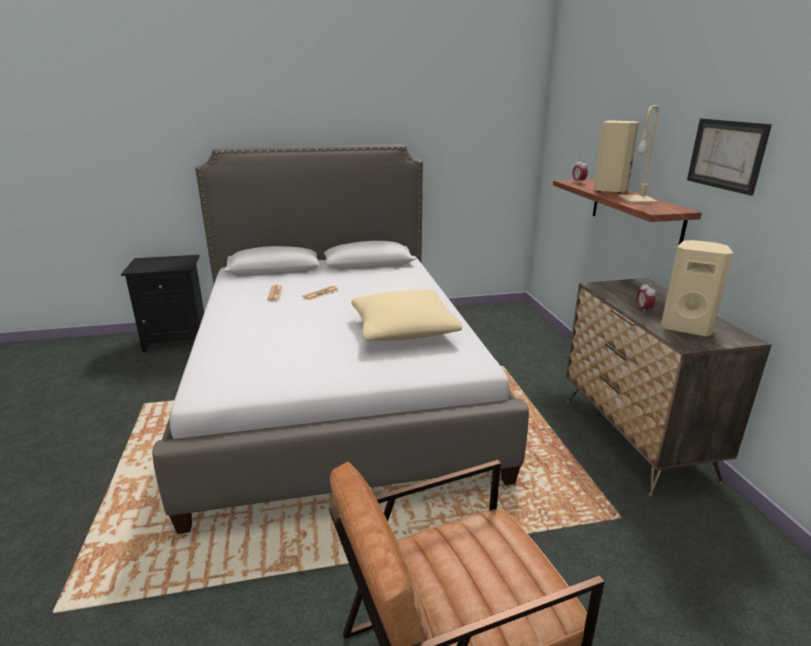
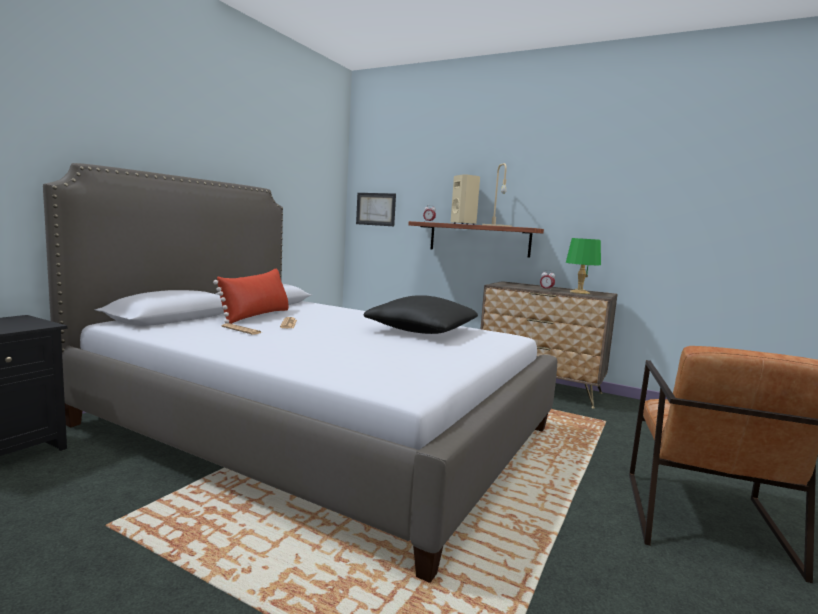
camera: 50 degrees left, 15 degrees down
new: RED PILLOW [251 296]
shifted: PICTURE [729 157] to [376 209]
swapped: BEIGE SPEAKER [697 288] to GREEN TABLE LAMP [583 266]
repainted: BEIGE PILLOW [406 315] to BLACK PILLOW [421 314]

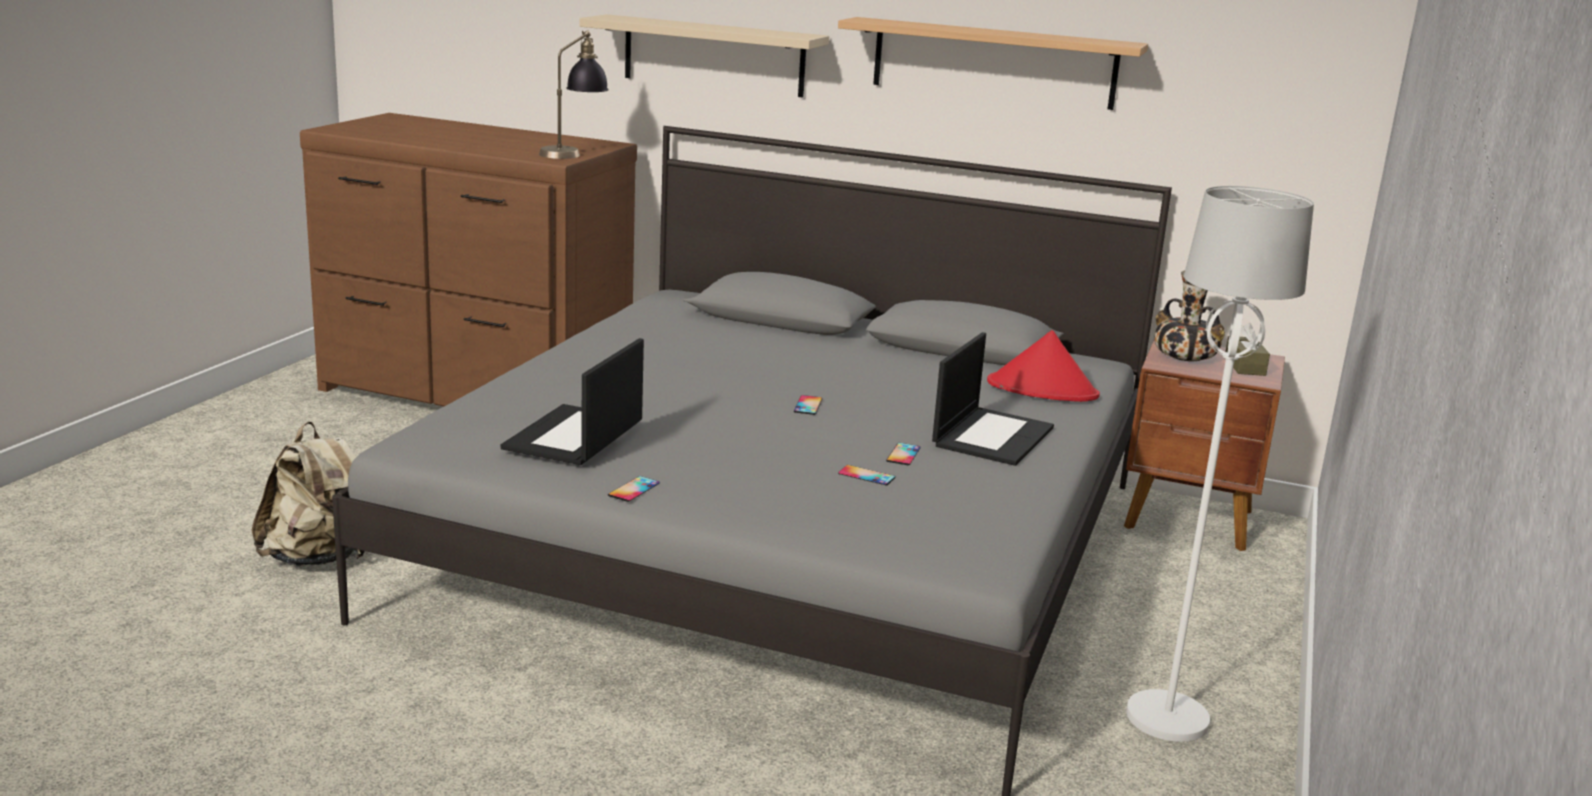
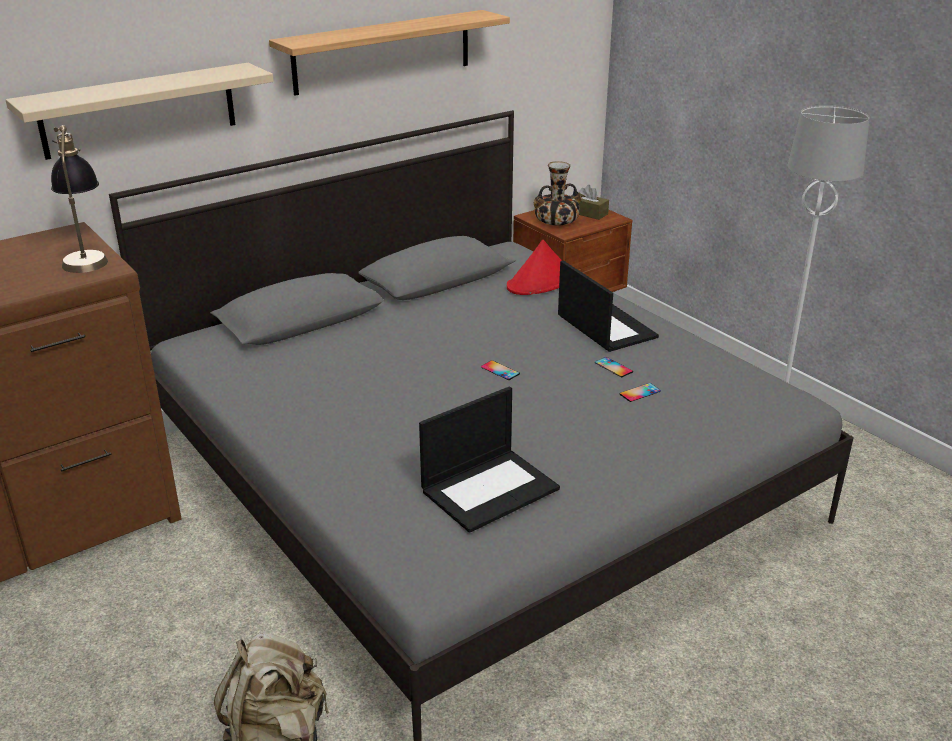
camera: 55 degrees left, 10 degrees up
gone: PHONE [634 489]
rotated: LAPTOP [572 401] = [489 460] 90 degrees counterclockwise

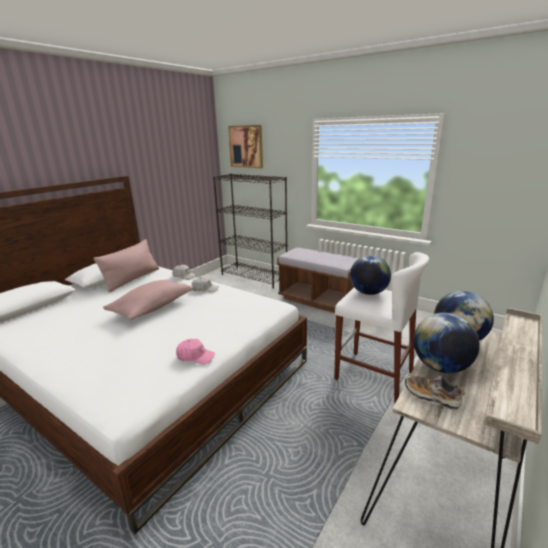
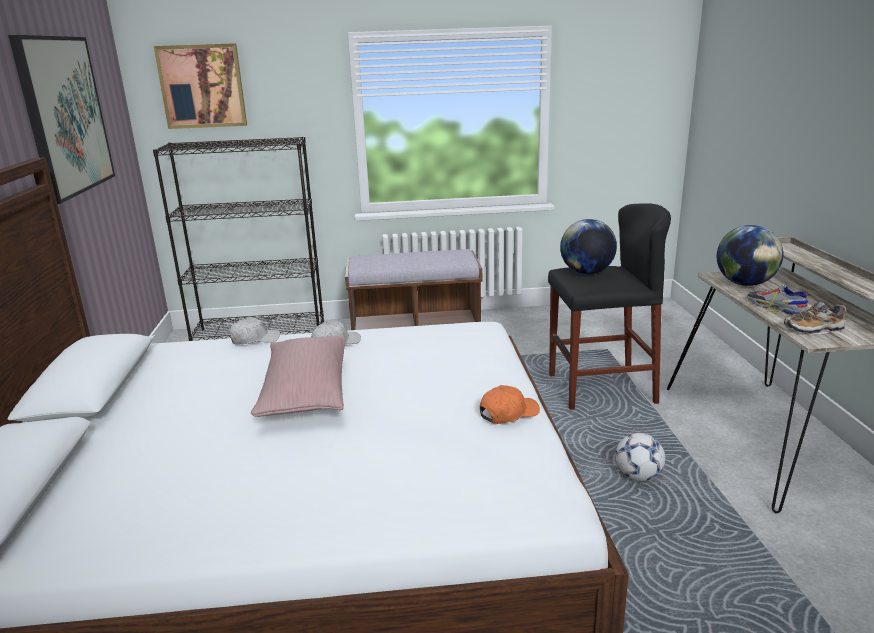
camera: 40 degrees left, 0 degrees up
gone: PINK PILLOW [126 265]
new: PICTURE [61 119]; FOOTBALL [640 457]
swapped: GLOBE [447 343] to SHOE [778 299]
repainted: WHITE STOOL [381 327] to BLACK STOOL [609 306]; PINK CAP [195 351] to ORANGE CAP [510 404]

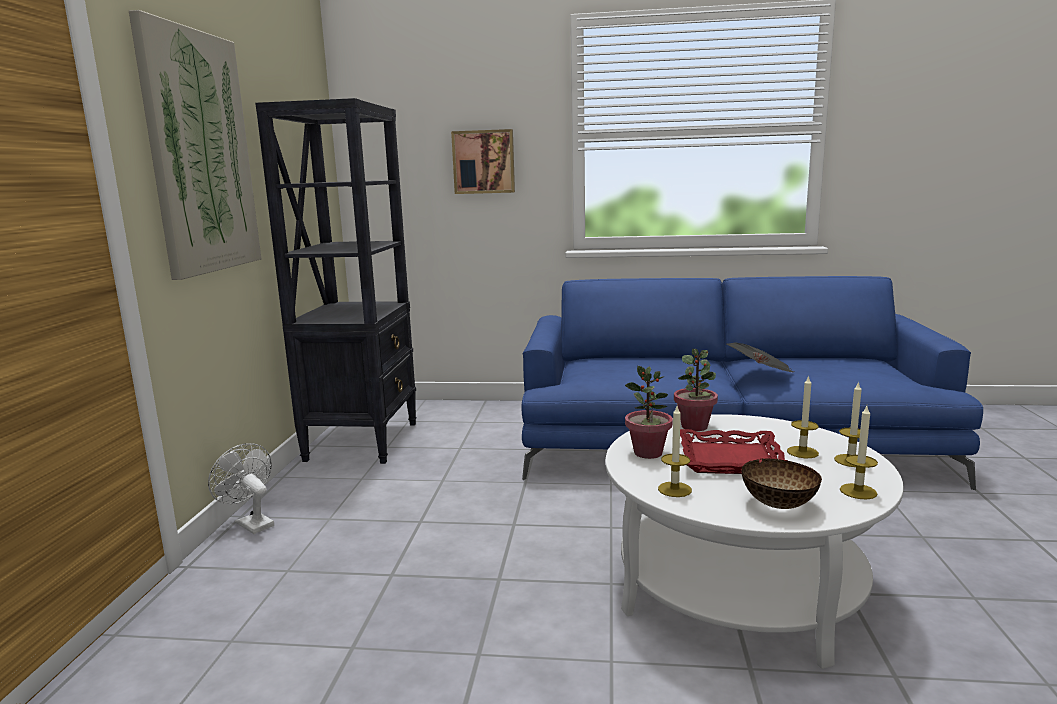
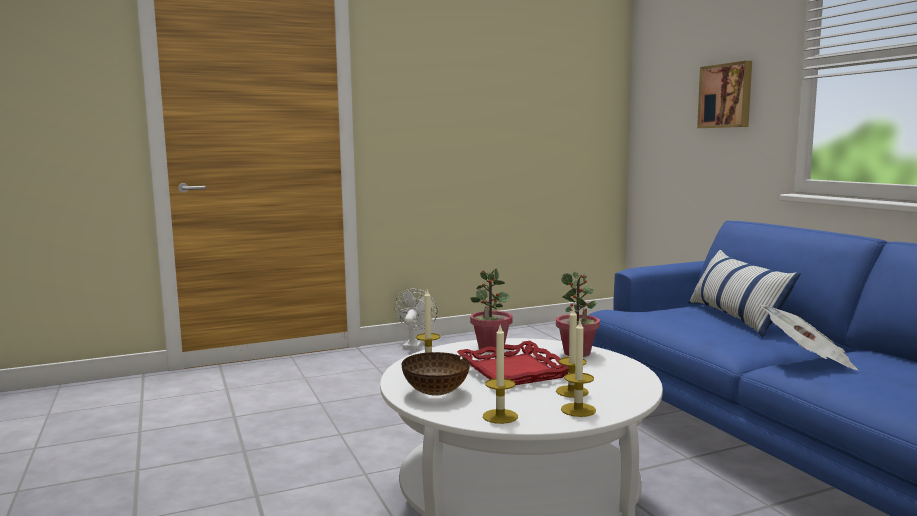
camera: 60 degrees right, 5 degrees down
gone: PICTURE [194 145]; BLACK BOOKCASE [336 281]
new: PILLOW [744 293]

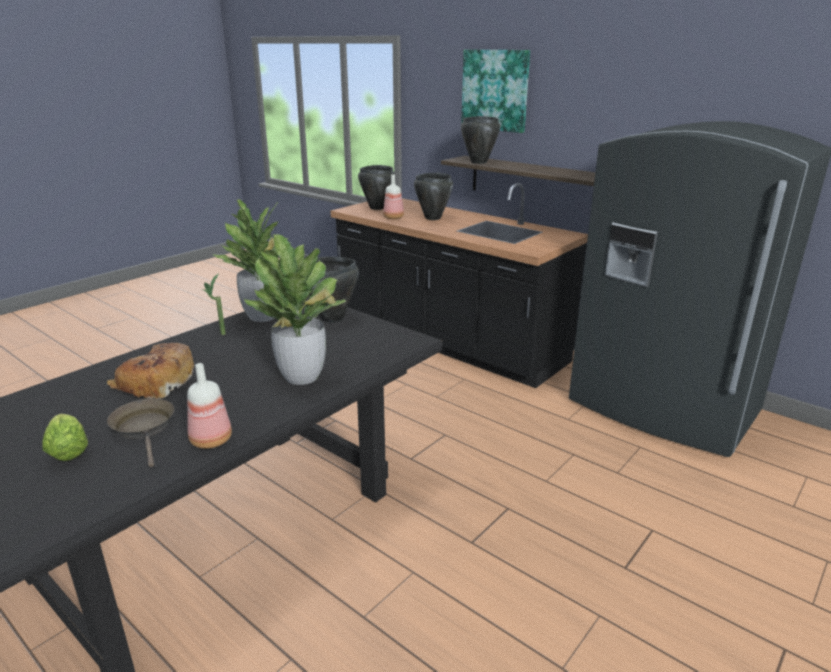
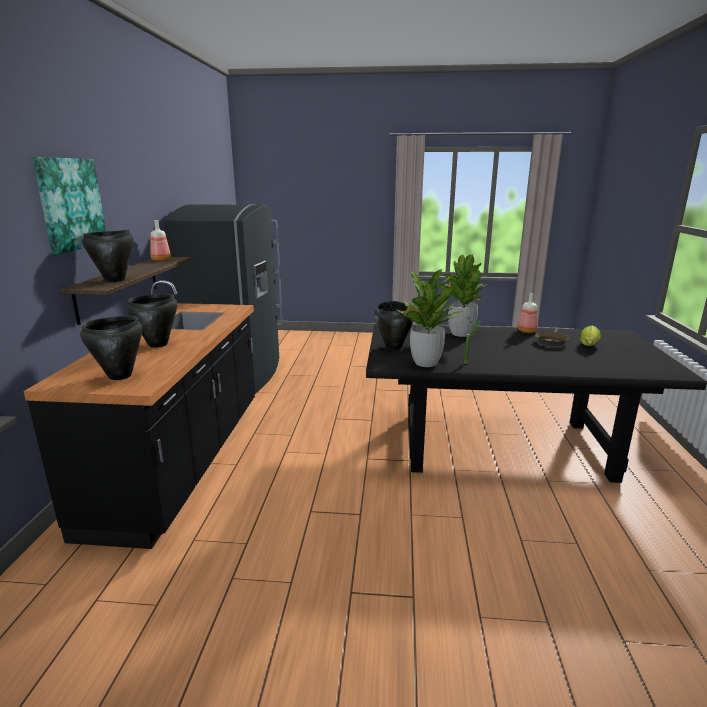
camera: 125 degrees left, 5 degrees down
gone: BREAD [150 371]
shifted: BOTTLE [393 196] to [160 240]

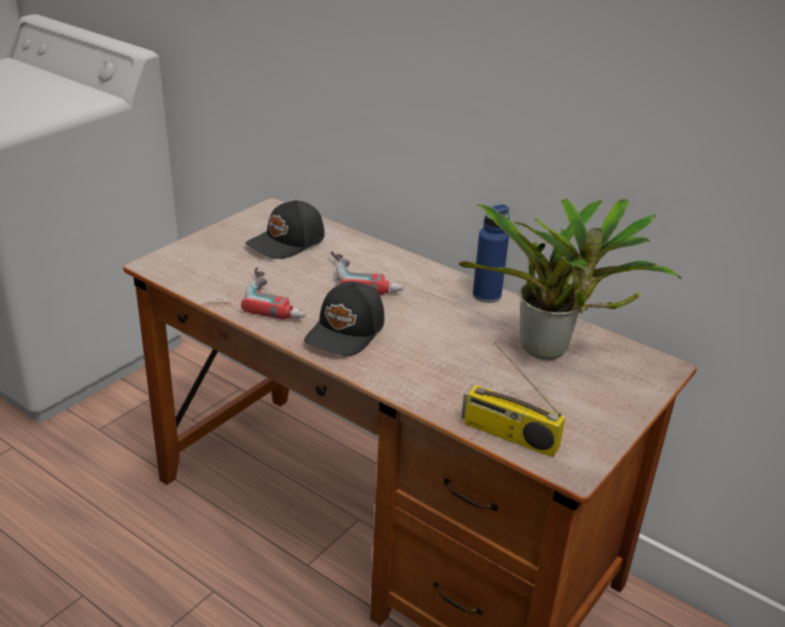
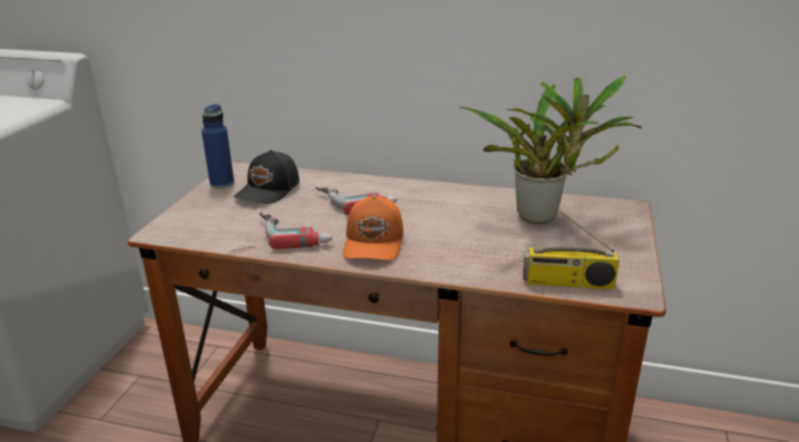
camera: 20 degrees left, 5 degrees down
shifted: BLUE BOTTLE [491 253] to [218 146]
repainted: BLACK CAP [344 318] to ORANGE CAP [373 228]

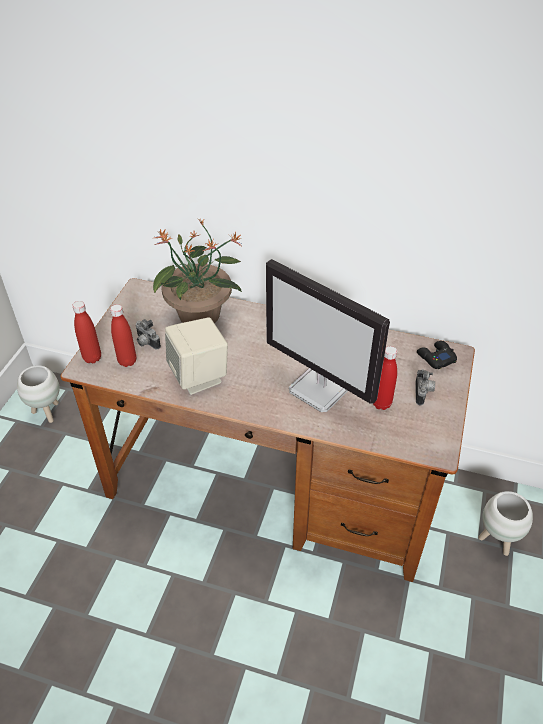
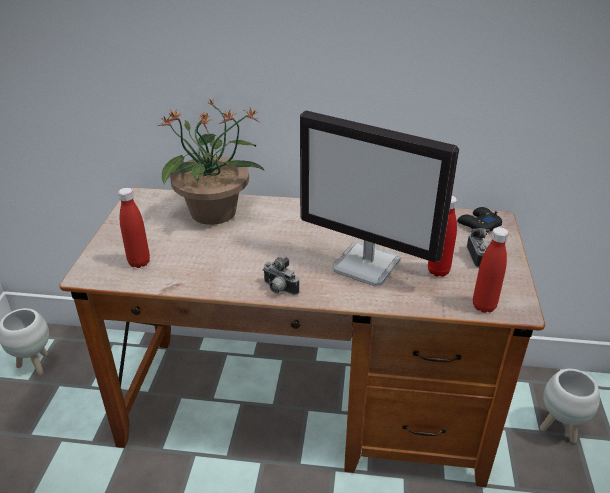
camera: 10 degrees left, 10 degrees down
gone: BEIGE SPEAKER [196 356]
shifted: RED BOTTLE [86 332] to [491 270]; PHOTO CAMERA [148 334] to [281 276]

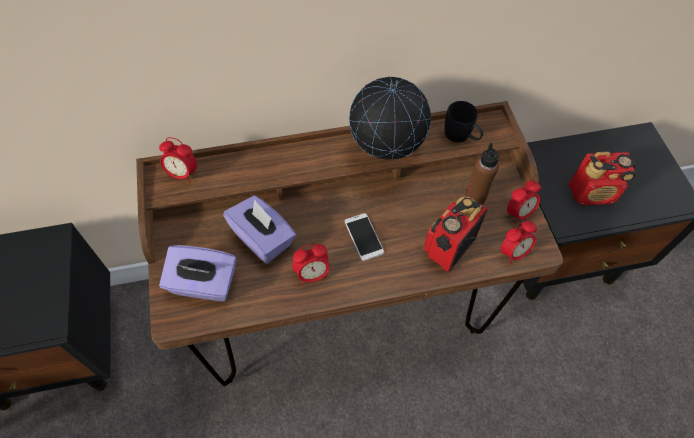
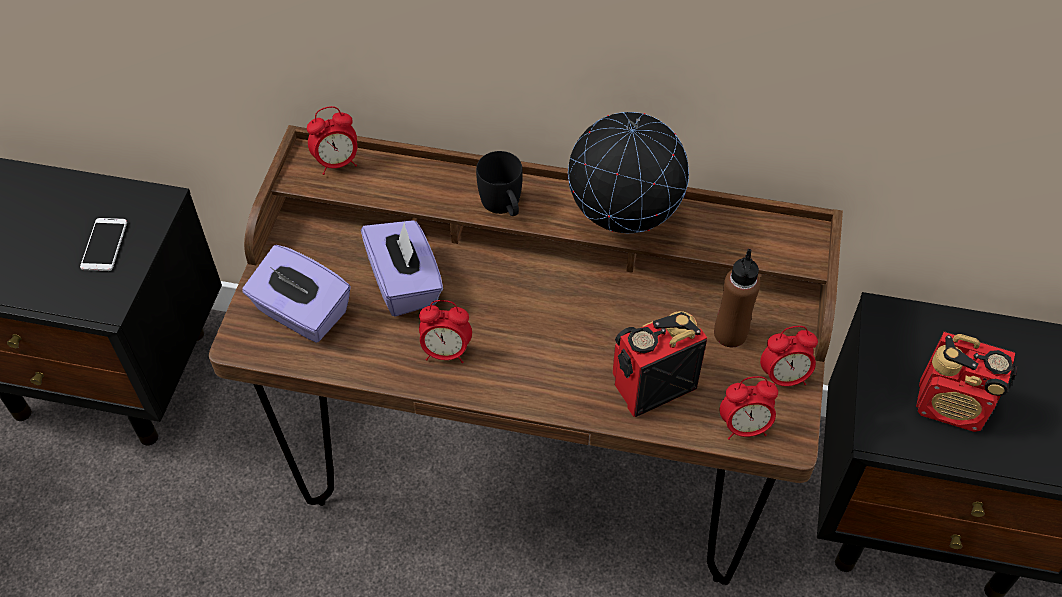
camera: 25 degrees right, 5 degrees down
shifted: BLACK MUG [464 122] to [499 183]; PHONE [364 237] to [103 244]
rotated: ALARM CLOCK [178 160] = [332 140] 60 degrees counterclockwise

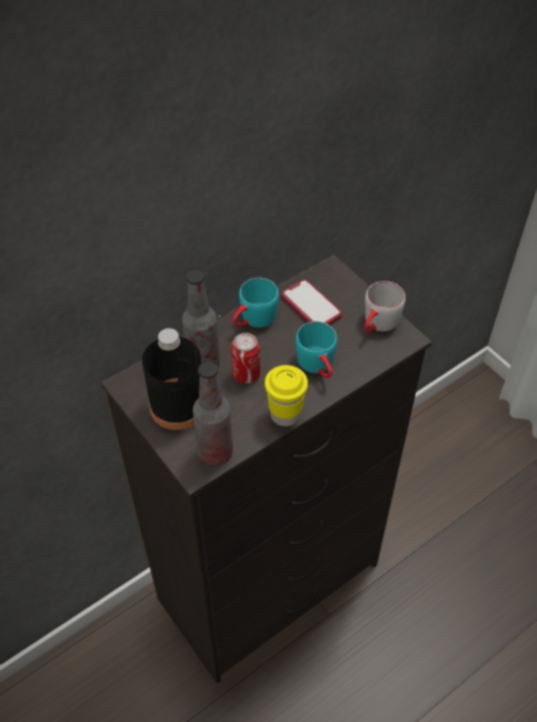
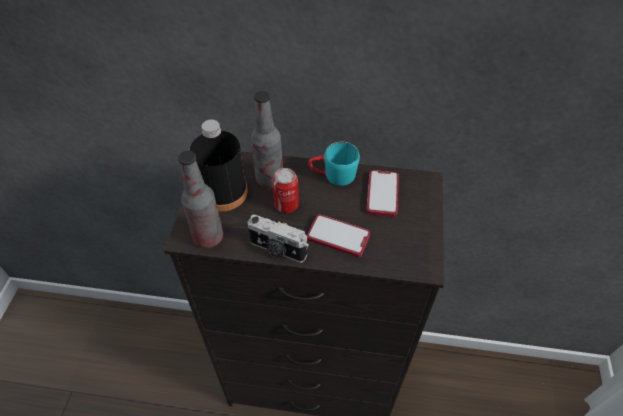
camera: 45 degrees right, 0 degrees up
gone: GREY MUG [385 307]
swapped: TURQUOISE MUG [316 349] to PHONE [338 236]; YELLOW CUP [286 395] to PHOTO CAMERA [278 238]

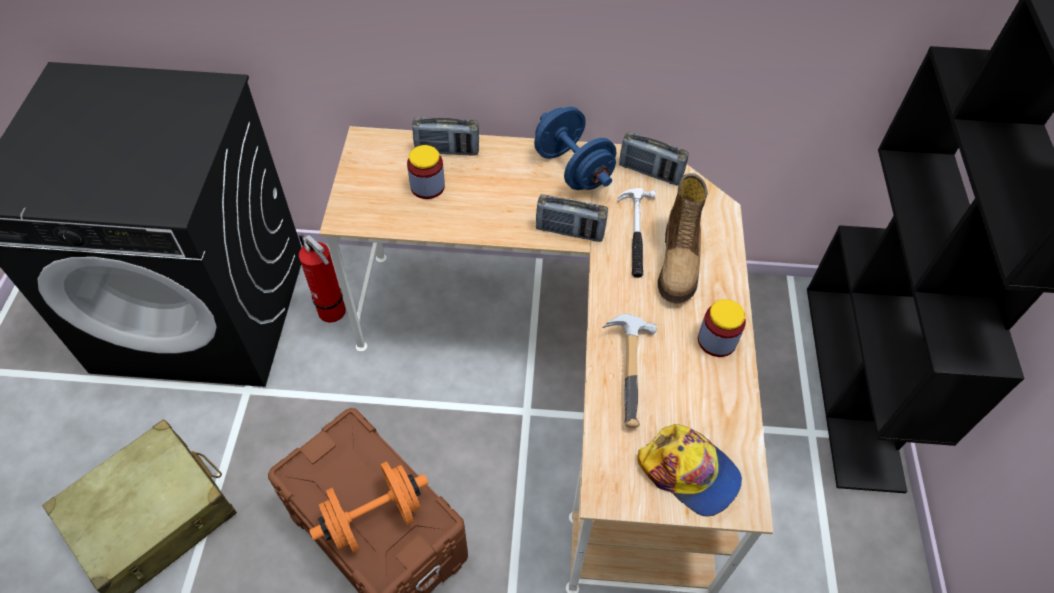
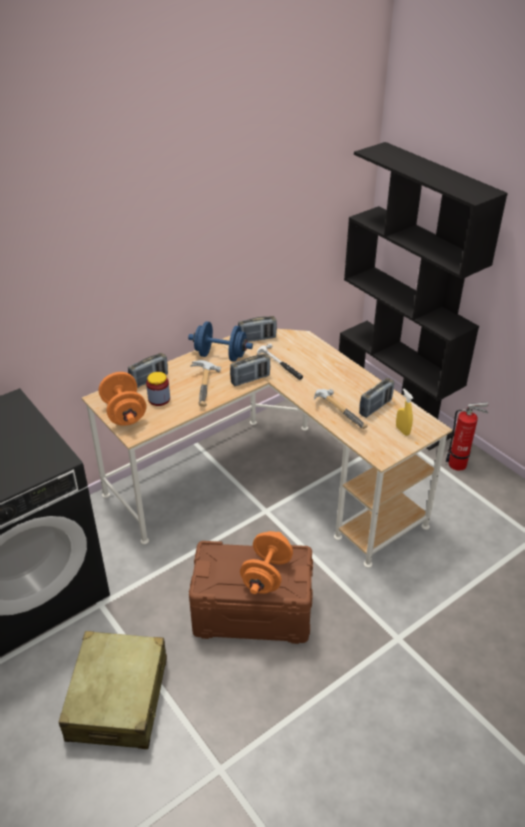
camera: 40 degrees left, 15 degrees down
gone: BOOT [683 238]; JAR [722 328]
new: HAMMER [205 383]; ORANGE DUMBBELL [122 399]; RADIO [376 398]
shifted: FIRE EXTINGUISHER [322 278] to [467 436]
swapped: CAP [689 470] to YELLOW SPRAY BOTTLE [404 412]

